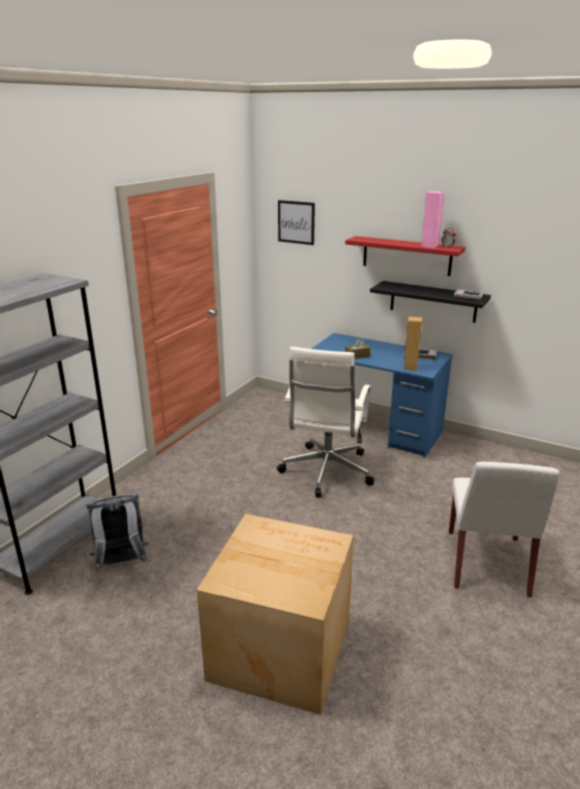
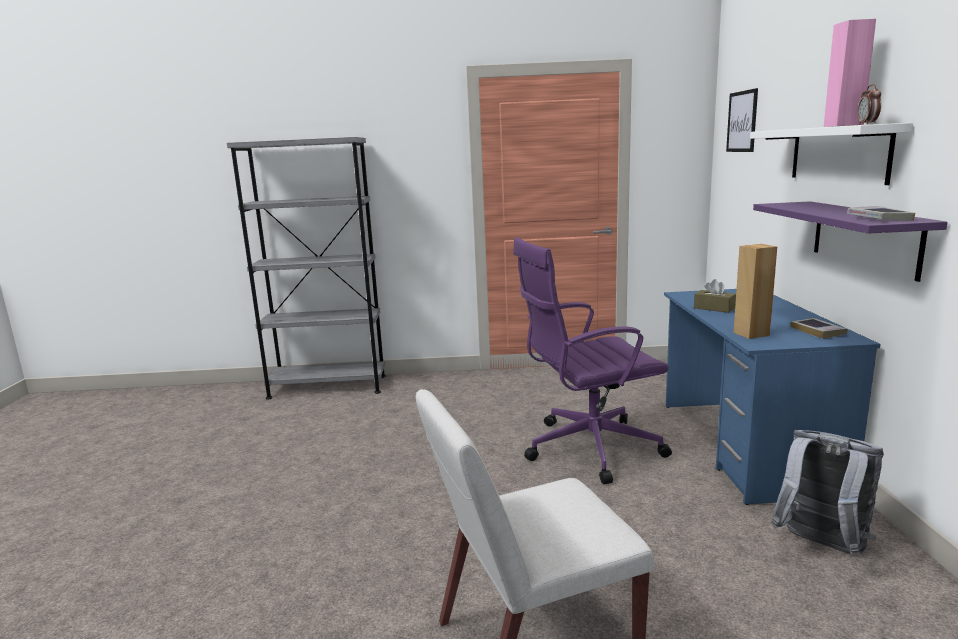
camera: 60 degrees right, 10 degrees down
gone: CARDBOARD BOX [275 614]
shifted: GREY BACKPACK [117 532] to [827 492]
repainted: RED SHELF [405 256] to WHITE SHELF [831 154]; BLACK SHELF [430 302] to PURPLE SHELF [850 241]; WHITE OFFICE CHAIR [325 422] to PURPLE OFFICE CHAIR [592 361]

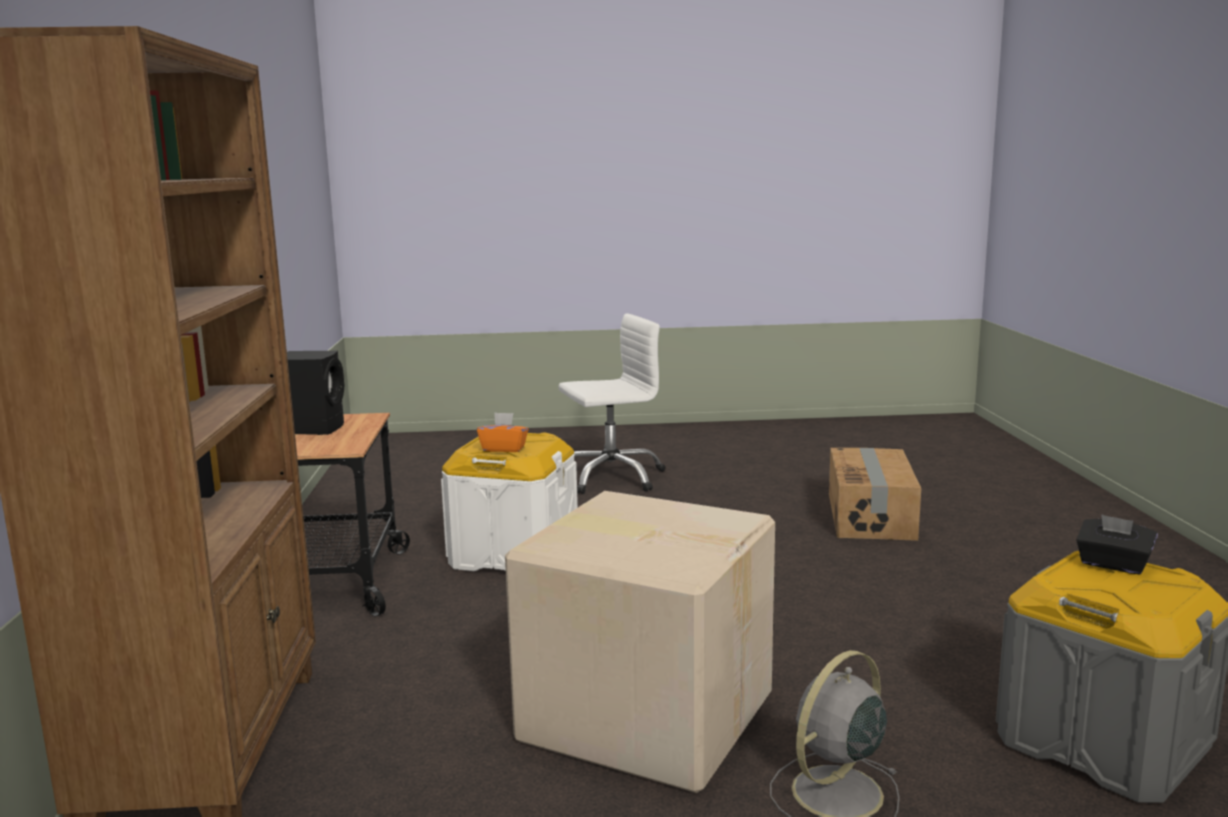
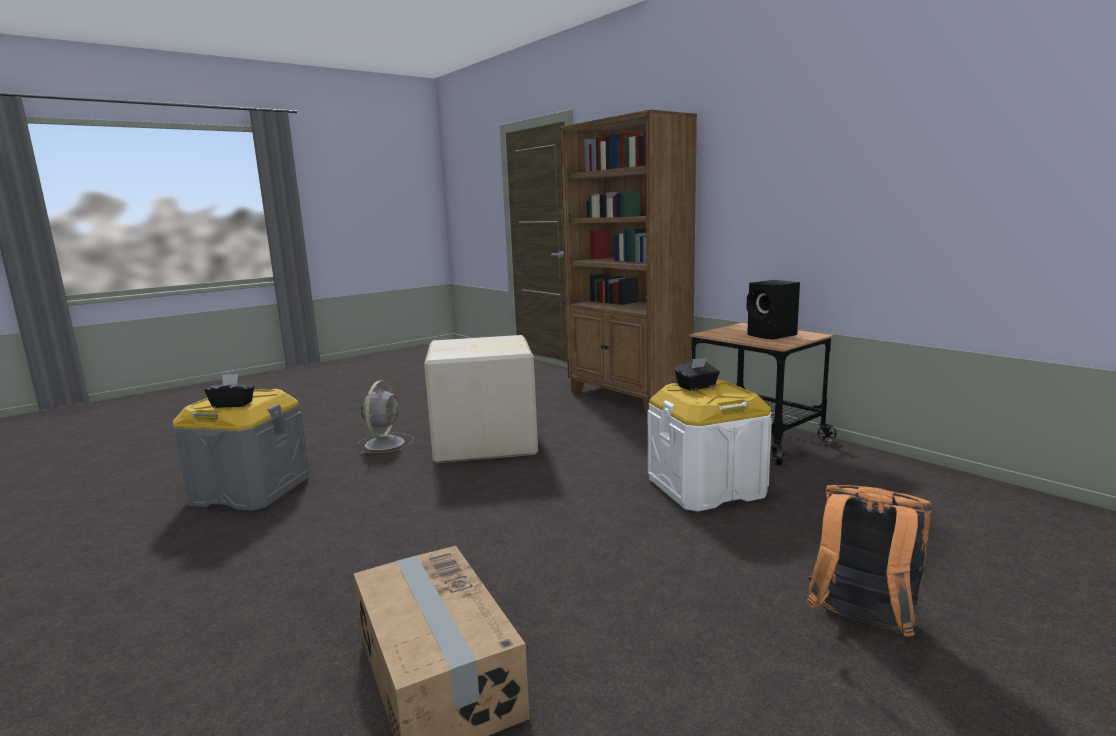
camera: 145 degrees right, 0 degrees up
swapped: WHITE OFFICE CHAIR [611 403] to ORANGE BACKPACK [869 561]
repainted: ORANGE TISSUE BOX [503 432] to BLACK TISSUE BOX [697 374]

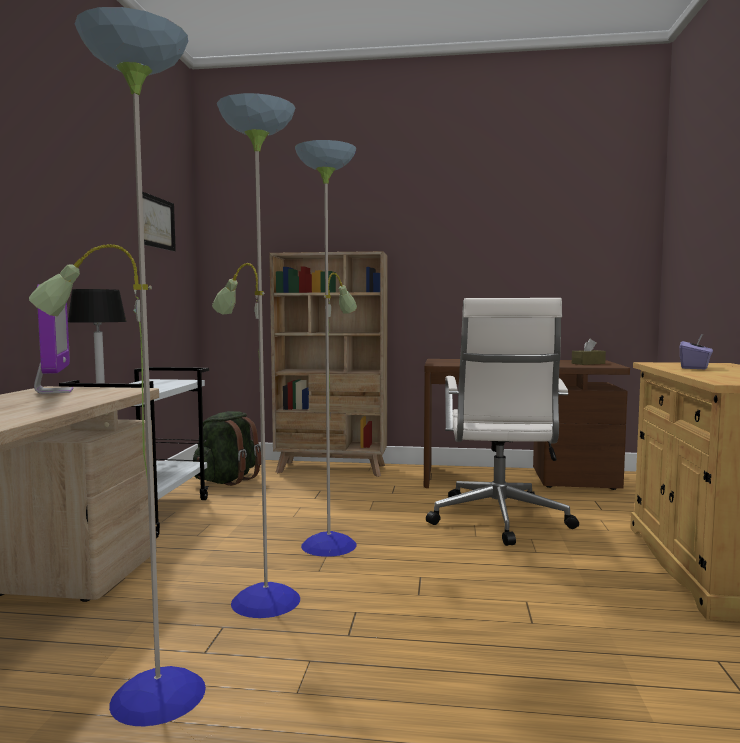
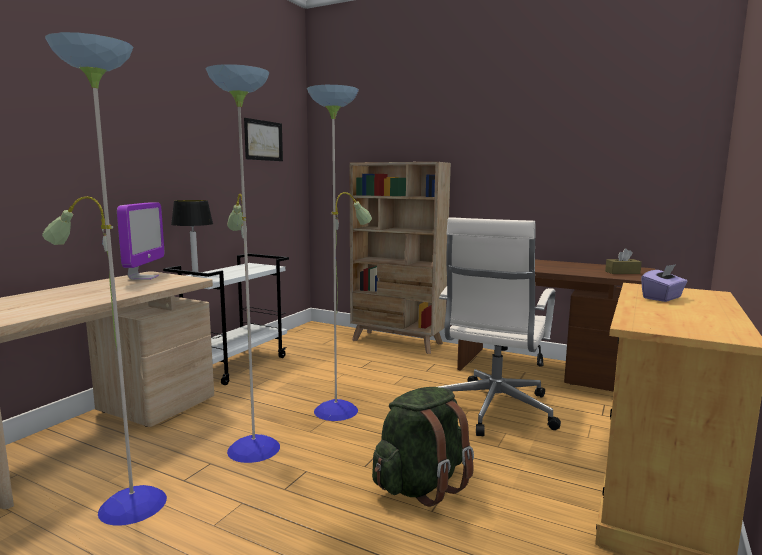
camera: 20 degrees right, 5 degrees up
shifted: GREEN BACKPACK [227 448] to [423 447]

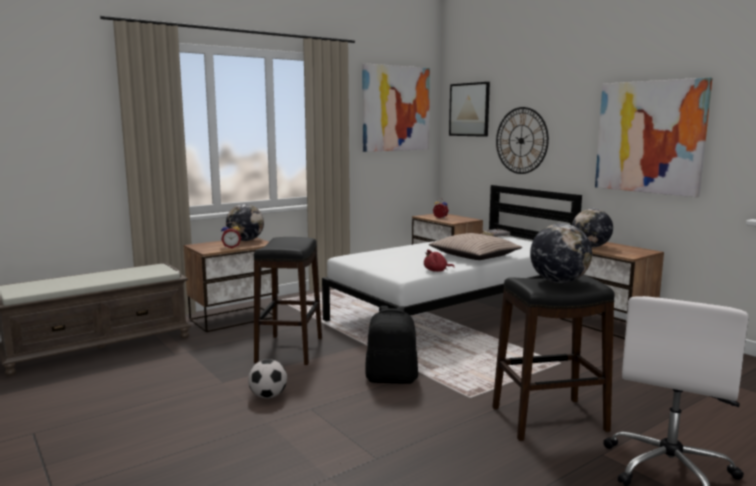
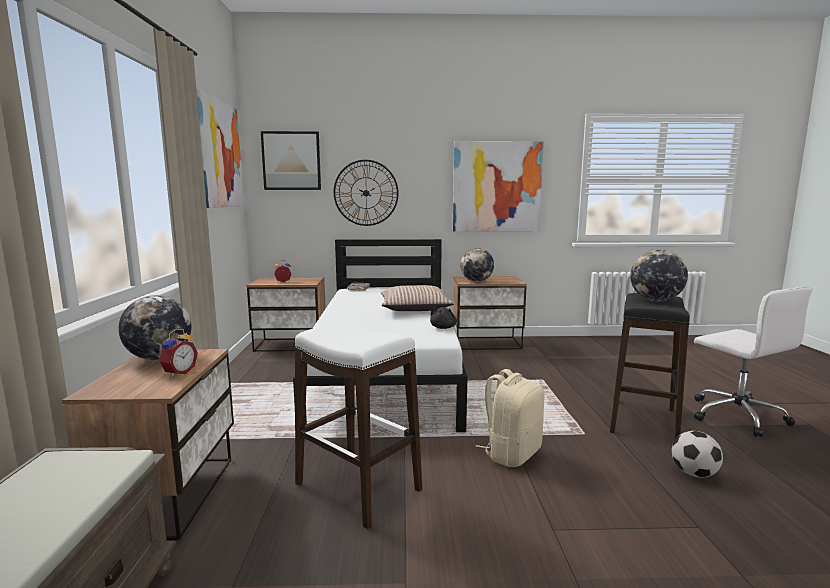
camera: 55 degrees left, 0 degrees up
shifted: FOOTBALL [267 379] to [697 454]
repainted: BLACK STOOL [288 301] to WHITE STOOL [358 425]; RED PLUSH TOY [439 260] to BLACK PLUSH TOY [443 318]; BLACK BACKPACK [391 345] to BEIGE BACKPACK [510 418]

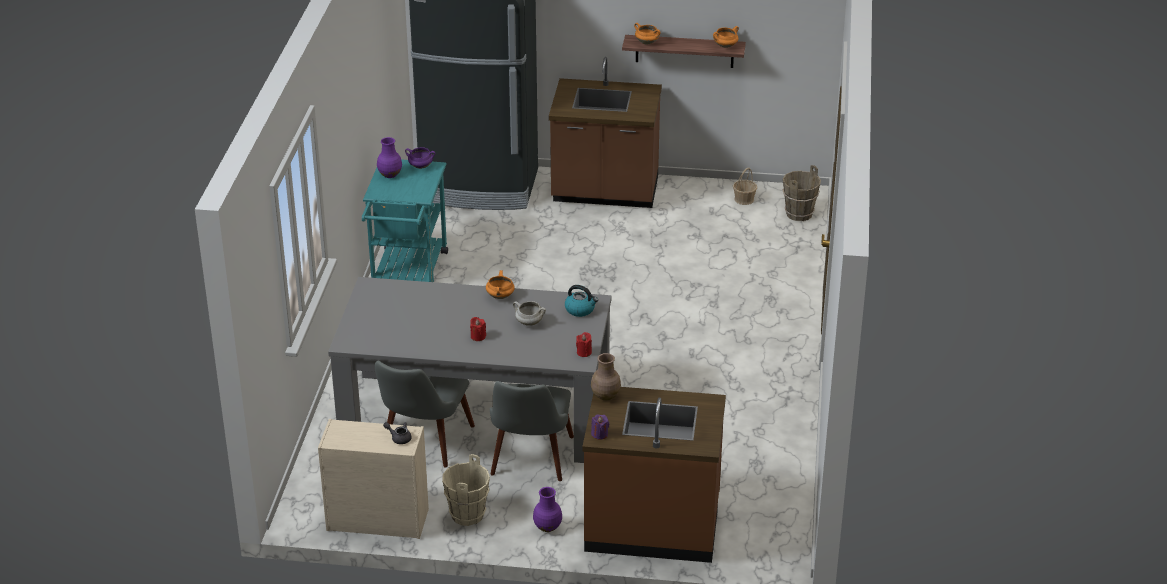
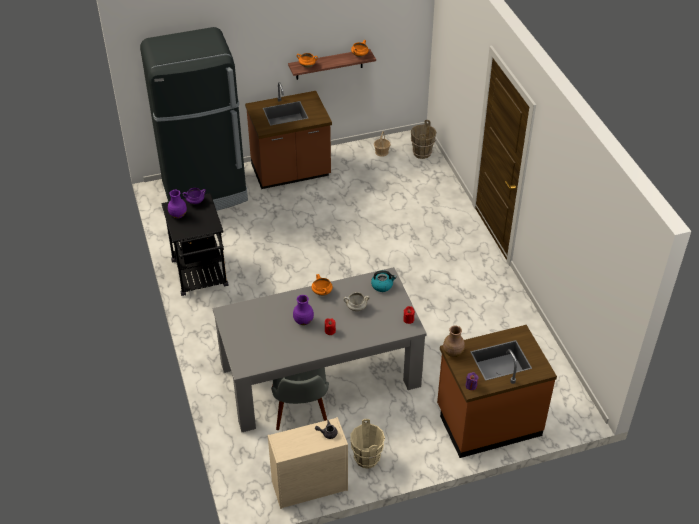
camera: 25 degrees left, 10 degrees up
gone: GREY CHAIR [532 431]
shifted: PURPLE VASE [547 509] to [303 310]
repainted: TURQUOISE CART [405 221] to BLACK CART [195 244]

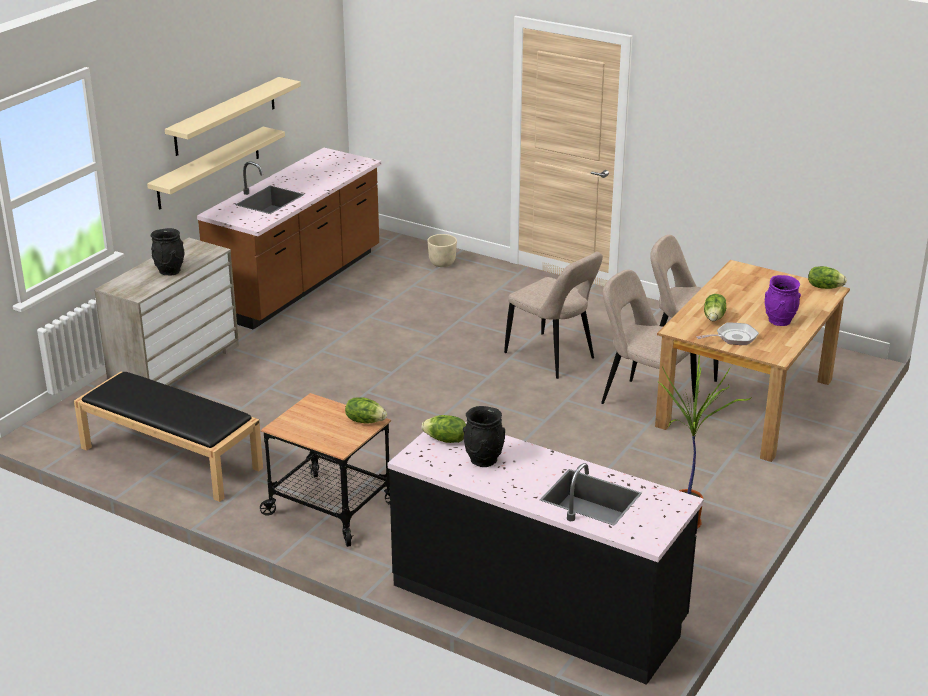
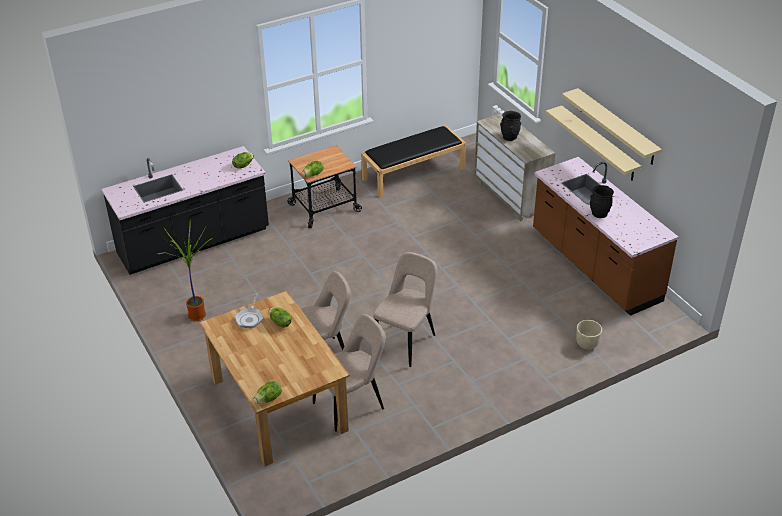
camera: 120 degrees right, 10 degrees up
gone: PURPLE VASE [783 300]
shifted: BLACK VASE [484 436] to [602 201]
rotated: BEIGE CHAIR [553 315] = [405 309] 135 degrees clockwise

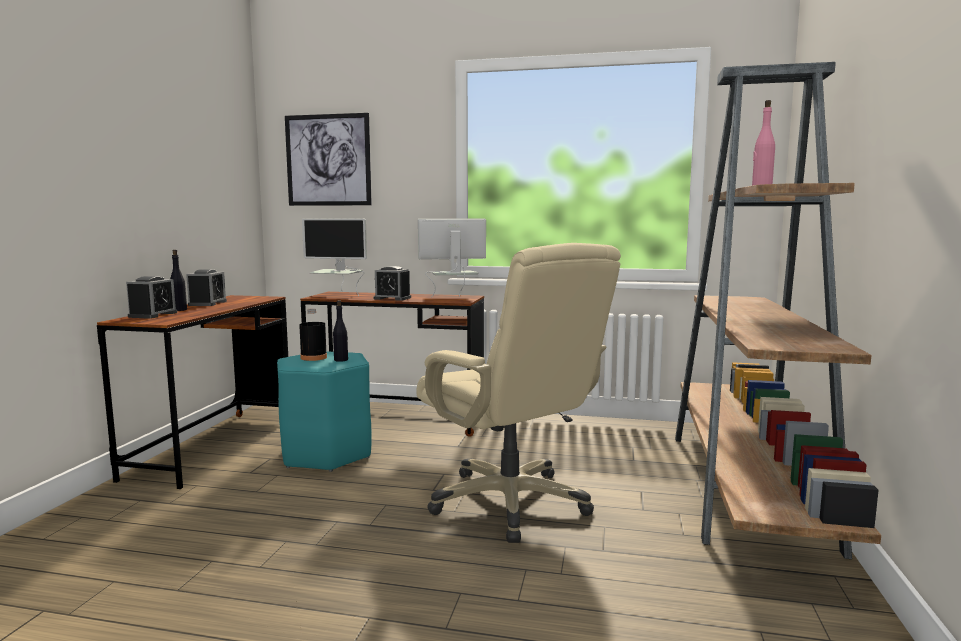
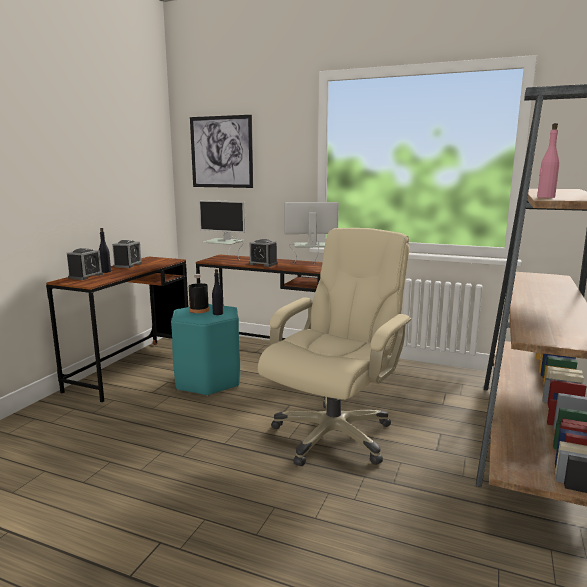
camera: 10 degrees right, 5 degrees up
rotated: BEIGE OFFICE CHAIR [518 393] = [335 347] 120 degrees counterclockwise

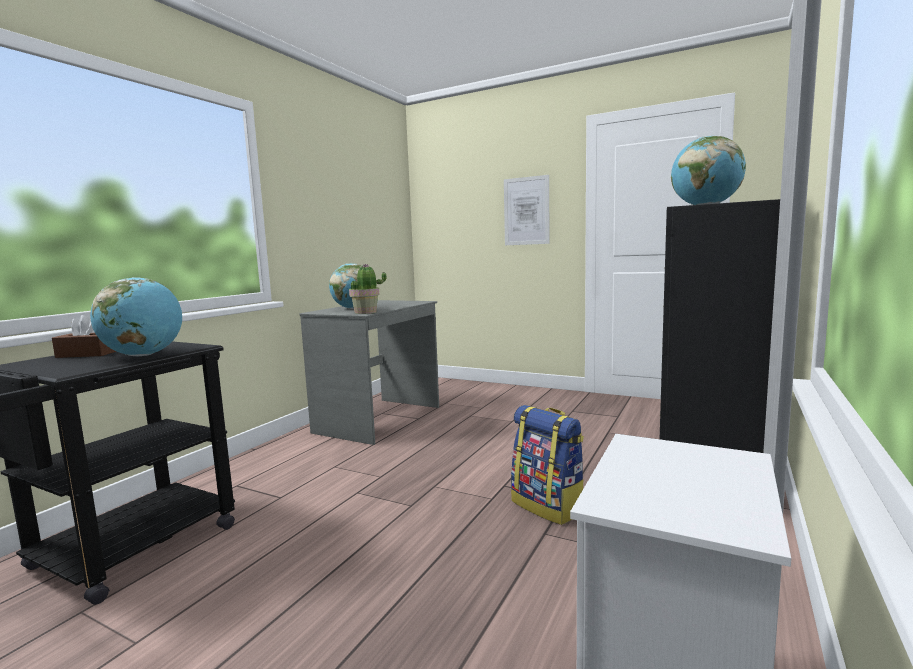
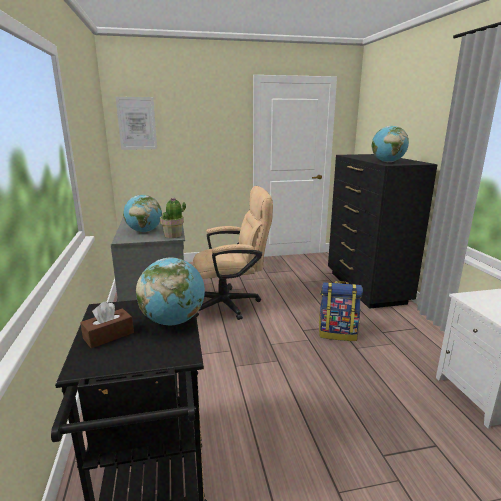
camera: 40 degrees left, 10 degrees up
new: BEIGE OFFICE CHAIR [233 253]
shifted: PICTURE [527 210] to [136 123]

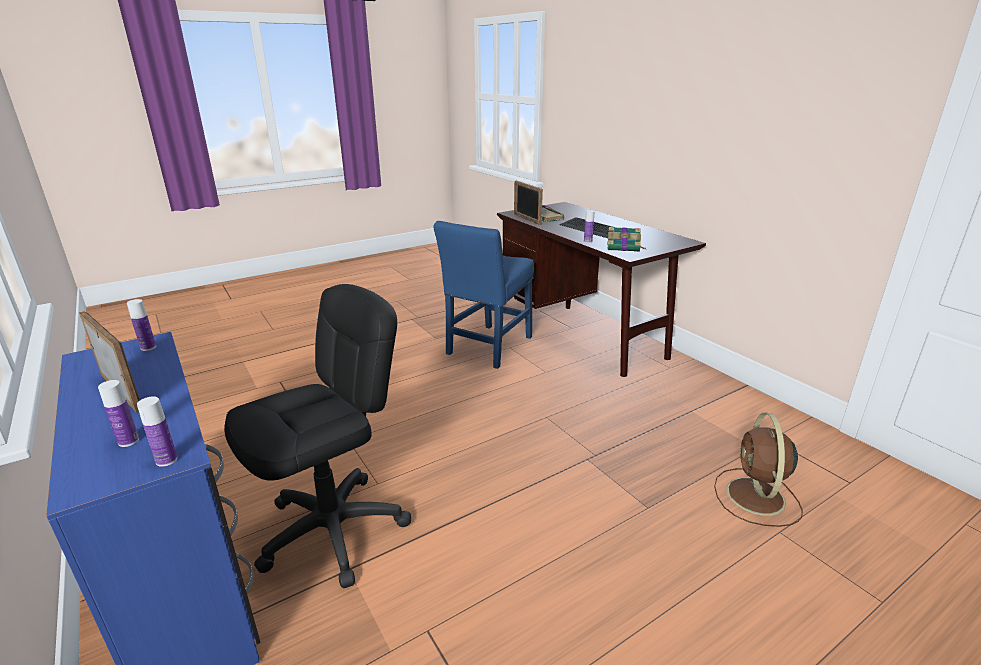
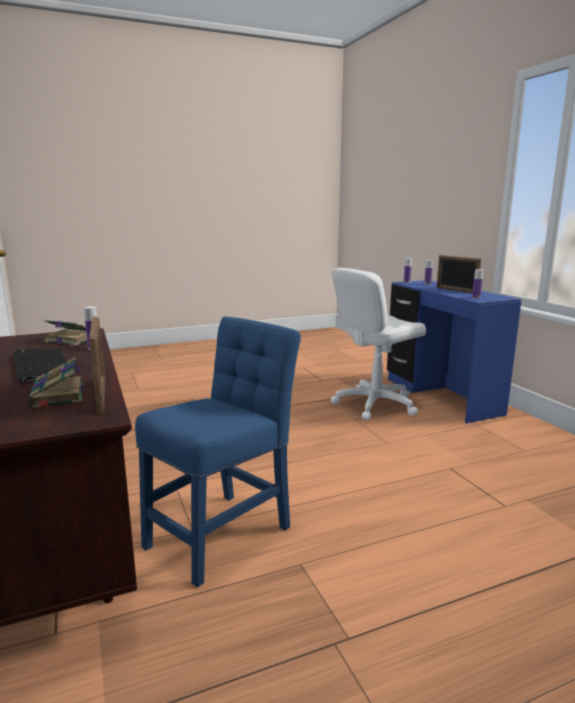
camera: 170 degrees left, 10 degrees down
gone: BROWN FAN [758 470]
repainted: BLACK OFFICE CHAIR [317 436] to WHITE OFFICE CHAIR [378 344]

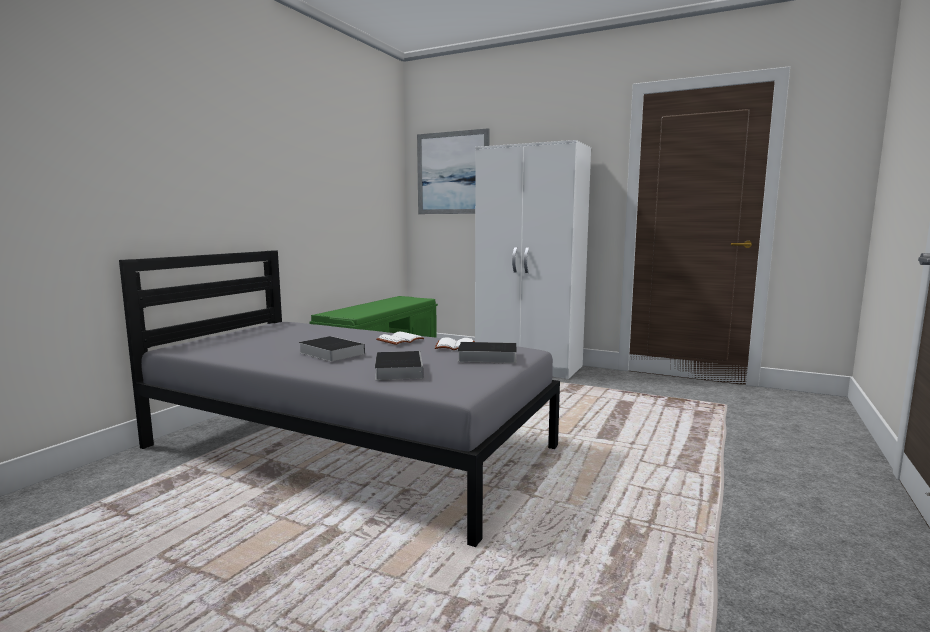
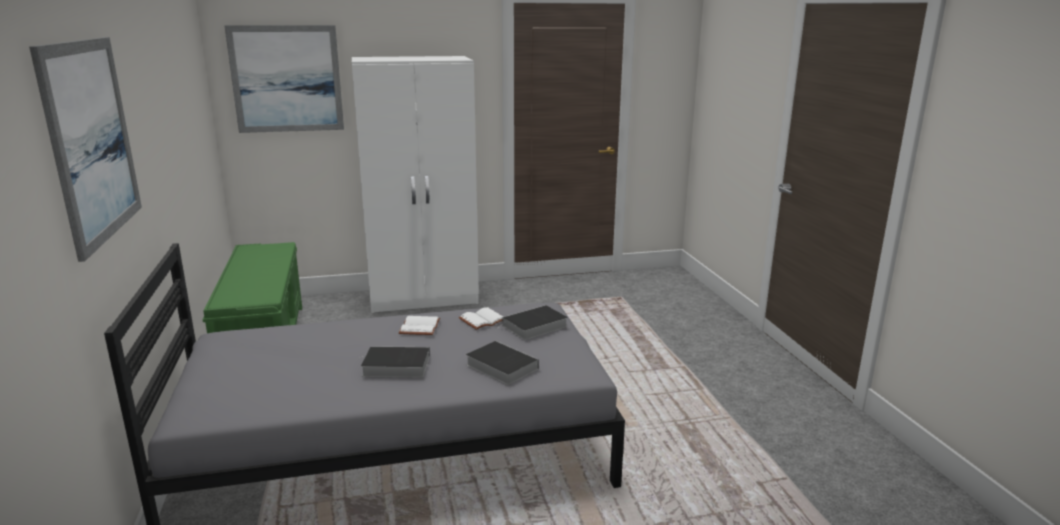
camera: 40 degrees left, 10 degrees up
new: PICTURE [85 149]

